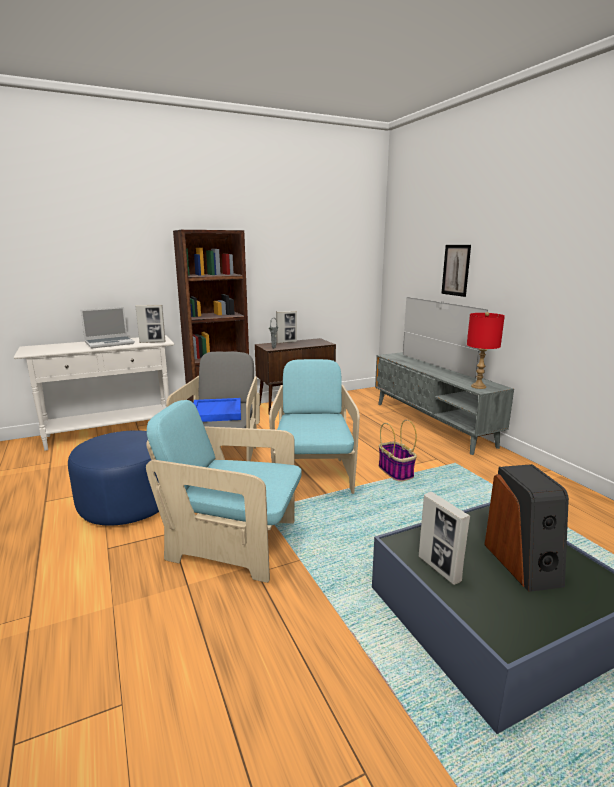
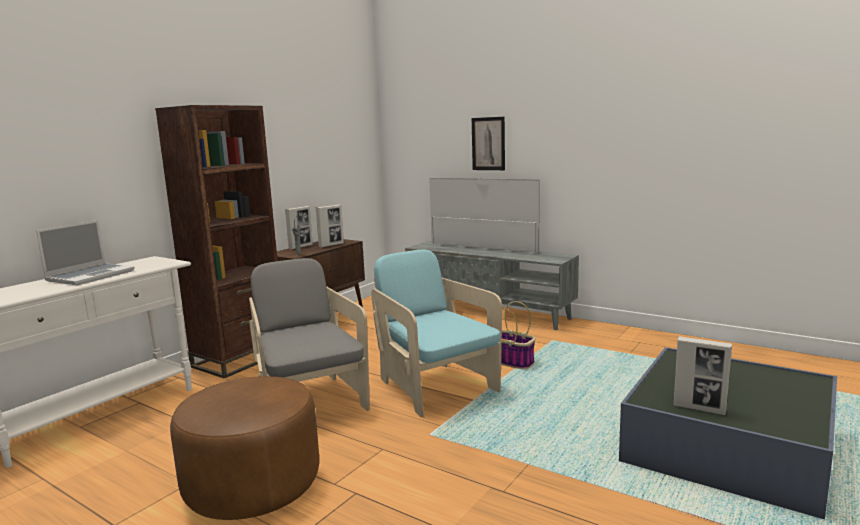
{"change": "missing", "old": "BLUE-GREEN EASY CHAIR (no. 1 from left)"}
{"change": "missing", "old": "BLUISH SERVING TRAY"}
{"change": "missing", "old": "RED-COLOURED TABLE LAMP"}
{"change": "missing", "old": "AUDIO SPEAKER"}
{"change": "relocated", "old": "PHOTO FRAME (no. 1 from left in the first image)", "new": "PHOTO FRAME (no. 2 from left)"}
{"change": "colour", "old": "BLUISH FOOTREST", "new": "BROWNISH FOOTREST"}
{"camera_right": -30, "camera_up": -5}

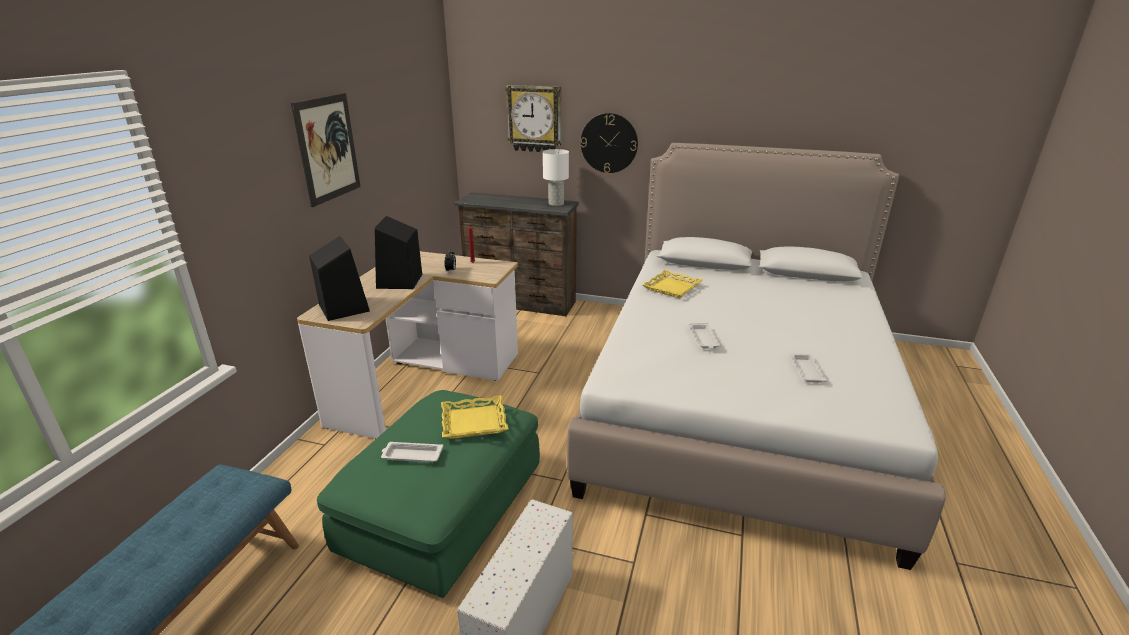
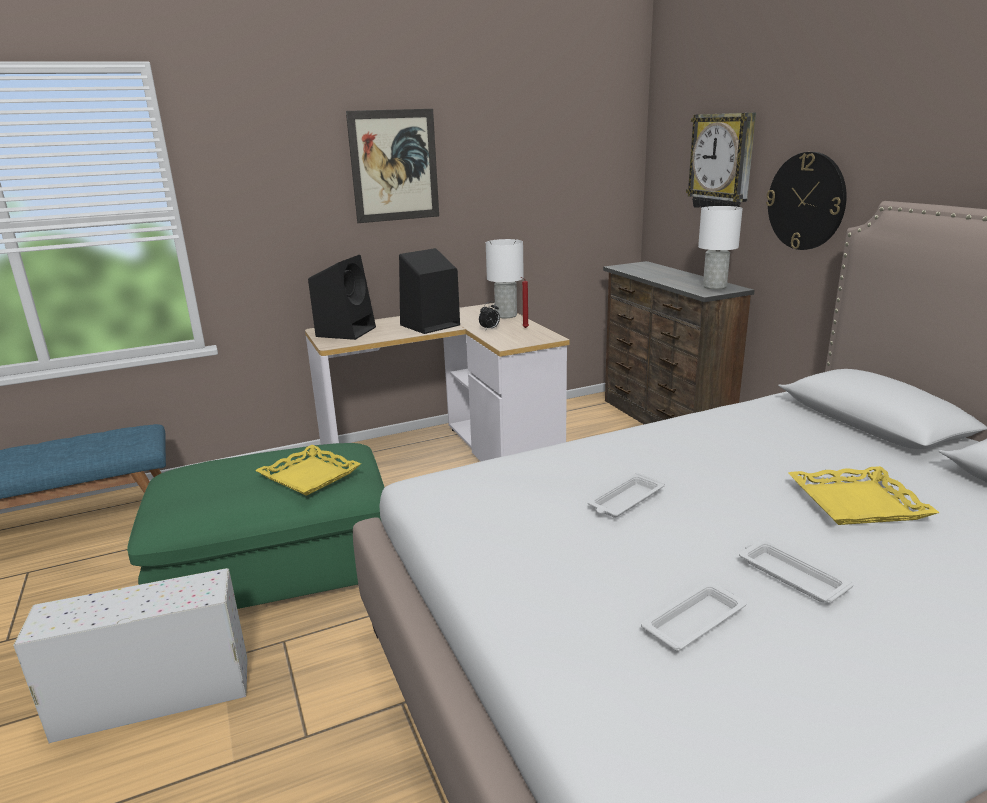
{"change": "appeared", "new": "WHITE TABLE LAMP (no. 1 from left)"}
{"change": "relocated", "old": "WHITE SERVING TRAY (no. 1 from left in the first image)", "new": "WHITE SERVING TRAY (no. 3 from left)"}
{"change": "relocated", "old": "YELLOW-COLOURED SERVING TRAY (no. 2 from left)"}
{"camera_right": 50, "camera_up": -5}

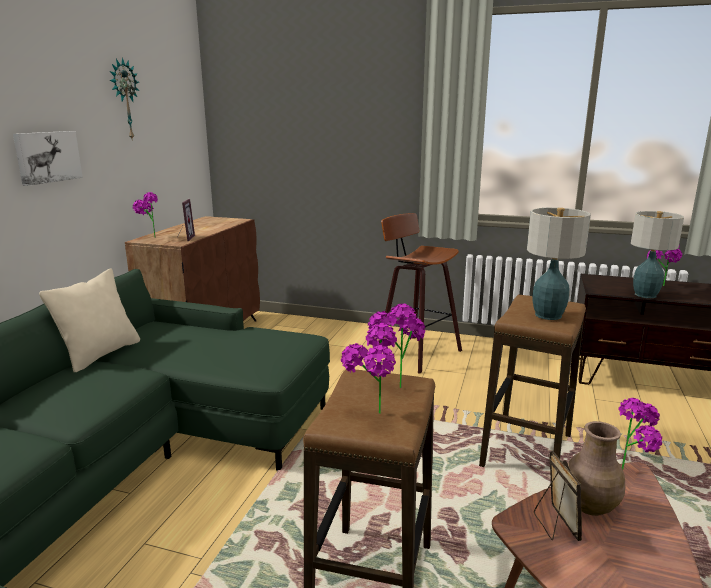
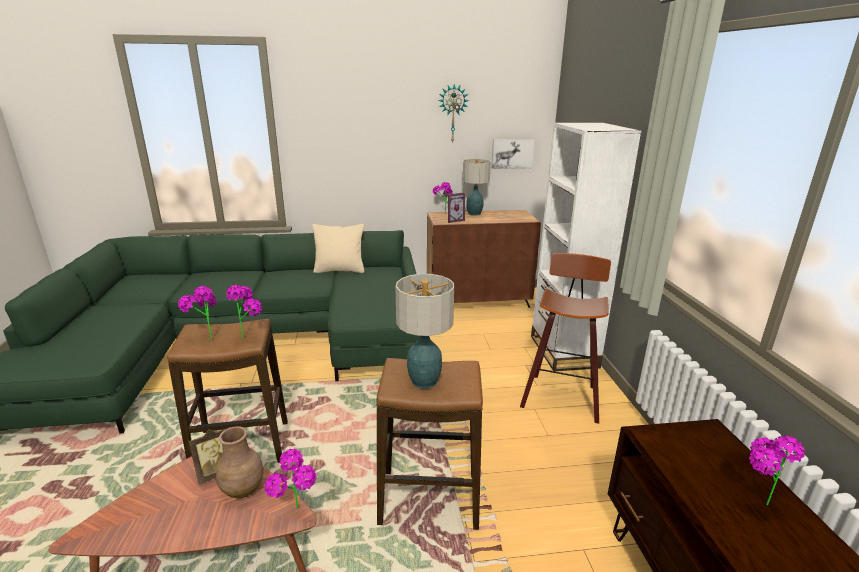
{"change": "appeared", "new": "WHITE BOOKCASE"}
{"change": "relocated", "old": "WALL ART"}
{"change": "relocated", "old": "TABLE LAMP (no. 2 from left)"}
{"camera_right": 65, "camera_up": 5}

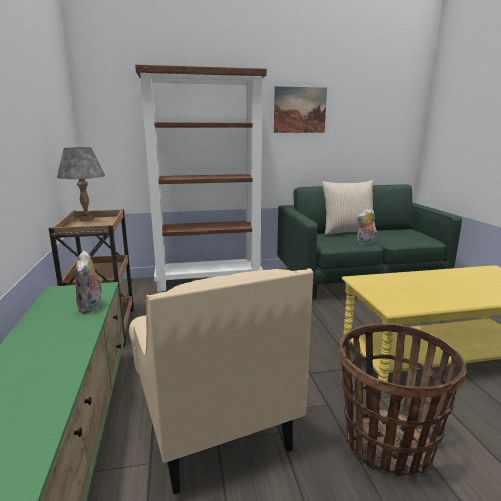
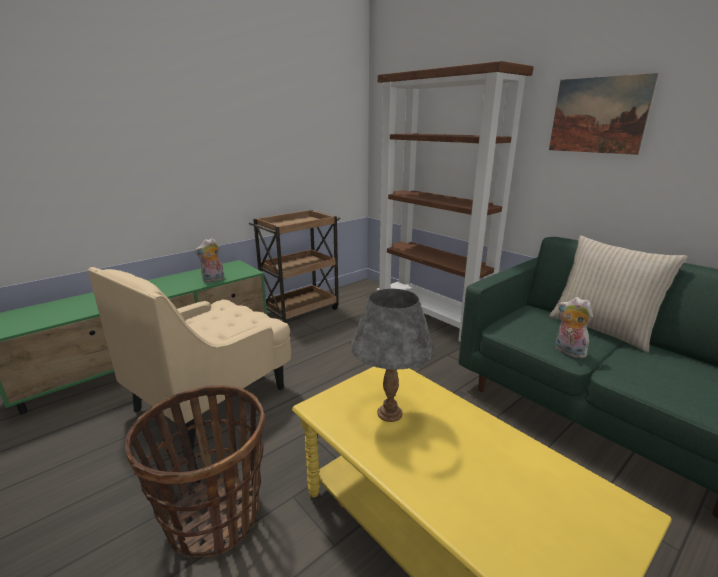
{"change": "relocated", "old": "GREYISH TABLE LAMP"}
{"camera_right": 60, "camera_up": 5}

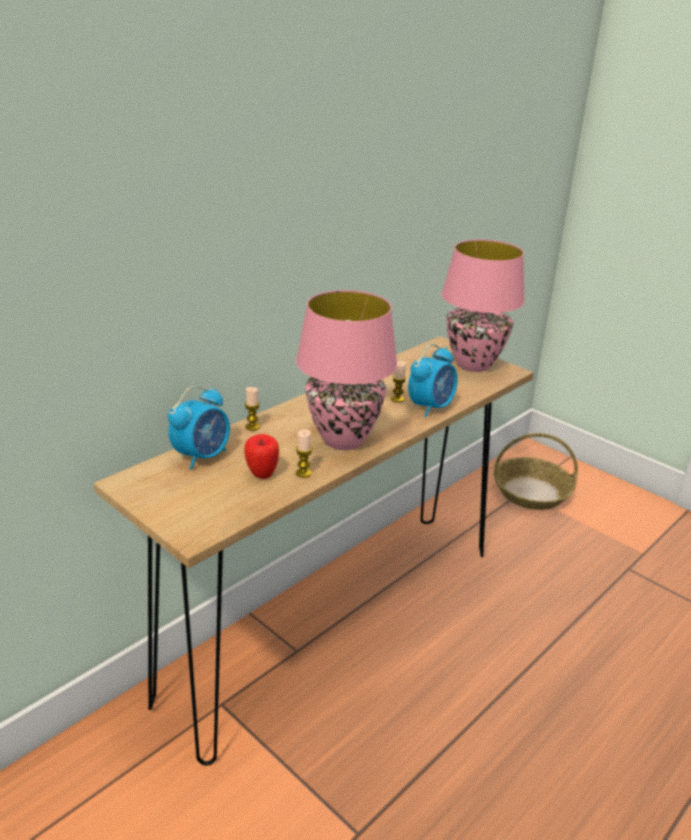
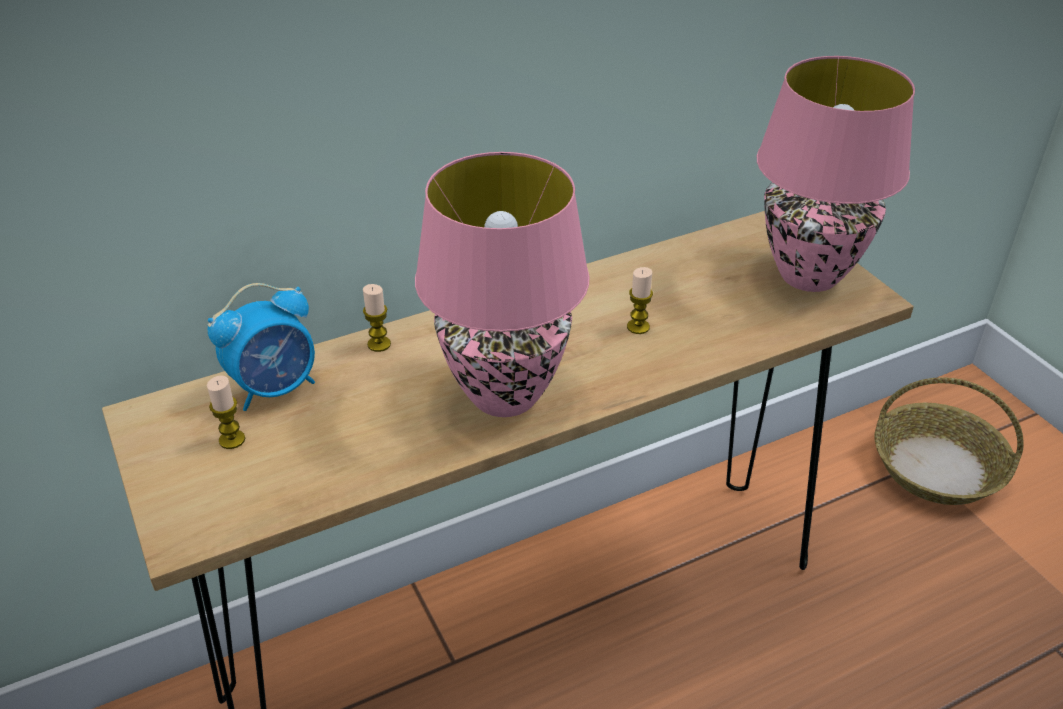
{"change": "missing", "old": "WHOLE APPLE"}
{"change": "missing", "old": "BEDSIDE CLOCK (no. 2 from left)"}
{"change": "relocated", "old": "WAX CANDLE (no. 2 from left in the first image)", "new": "WAX CANDLE (no. 1 from left)"}
{"camera_right": 20, "camera_up": 10}

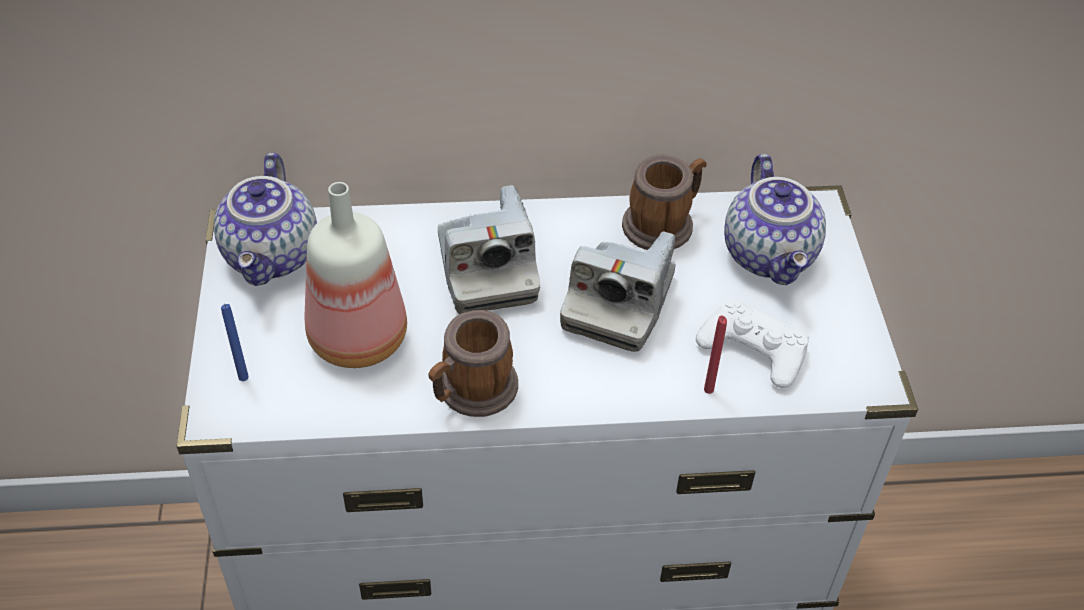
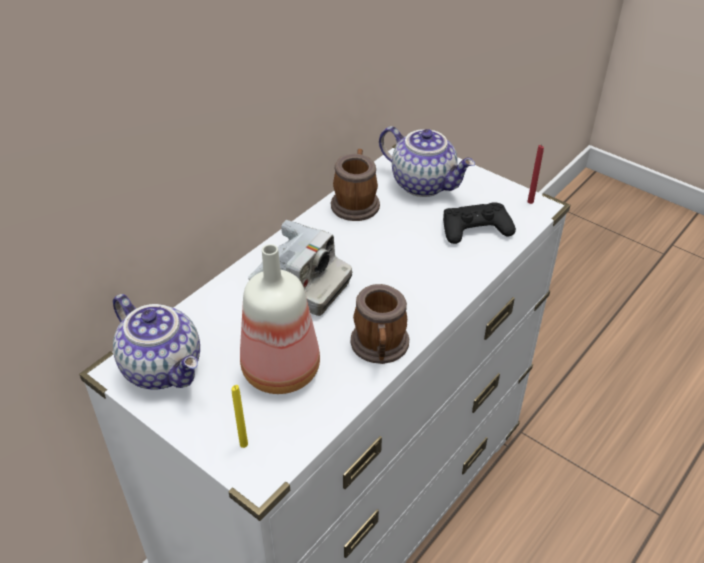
{"change": "missing", "old": "PHOTO CAMERA (no. 2 from left)"}
{"change": "relocated", "old": "RED-COLOURED WAX CANDLE"}
{"change": "colour", "old": "BLUISH WAX CANDLE", "new": "YELLOW-COLOURED WAX CANDLE"}
{"change": "colour", "old": "WHITE GAMEPAD", "new": "BLACKISH GAMEPAD"}
{"camera_right": -45, "camera_up": -5}

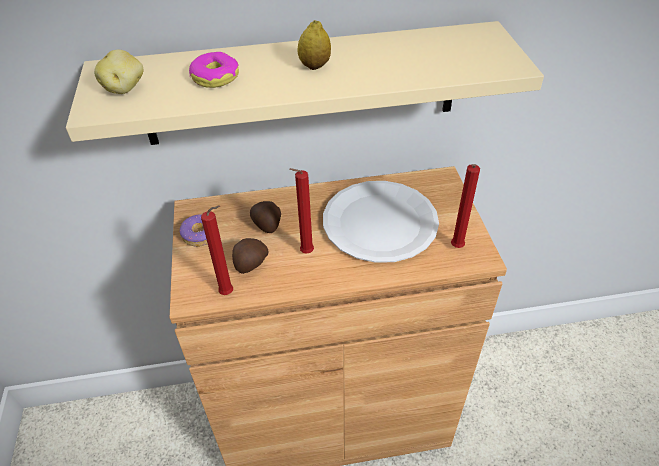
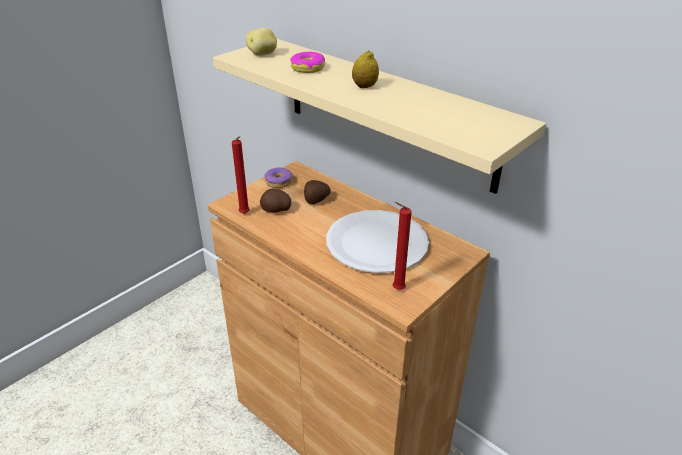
{"change": "missing", "old": "RED-COLOURED WAX CANDLE (no. 2 from left)"}
{"camera_right": 50, "camera_up": -10}

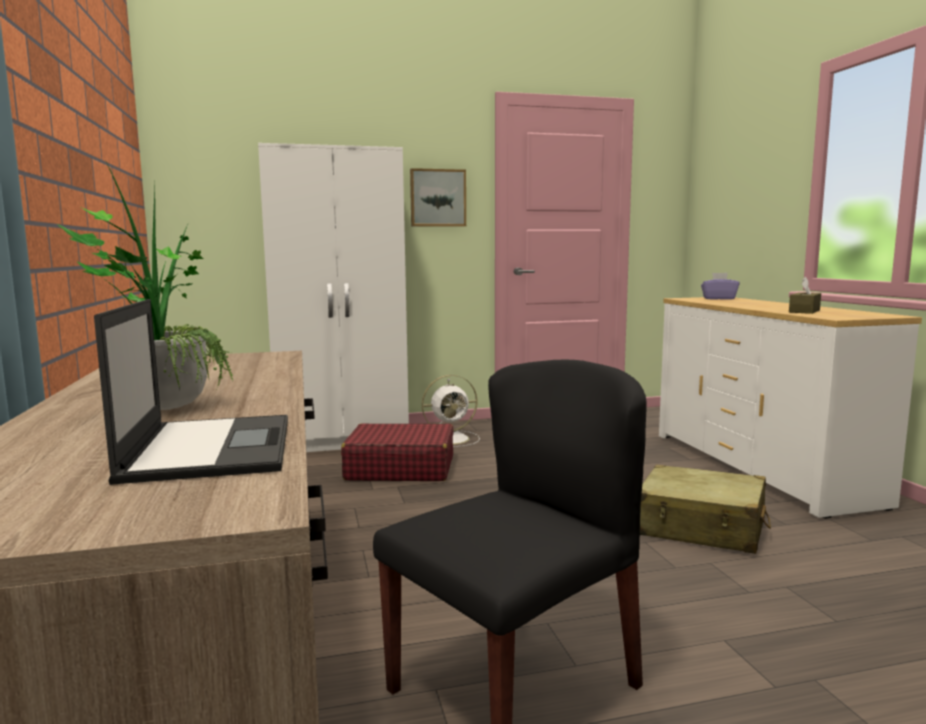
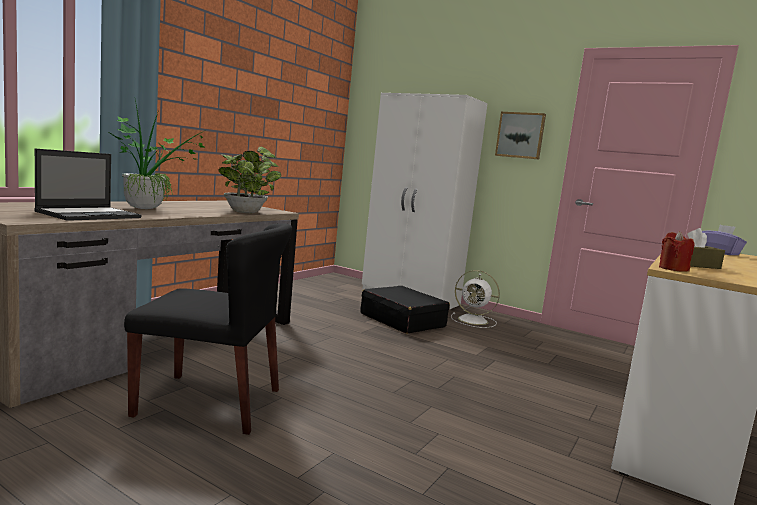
{"change": "missing", "old": "BEIGE-COLOURED PIECE OF LUGGAGE"}
{"change": "appeared", "new": "POTTED PLANT (no. 2 from left)"}
{"change": "appeared", "new": "RED-COLOURED WAX CANDLE"}
{"change": "colour", "old": "RED-COLOURED PIECE OF LUGGAGE", "new": "BLACKISH PIECE OF LUGGAGE"}
{"camera_right": 45, "camera_up": 0}

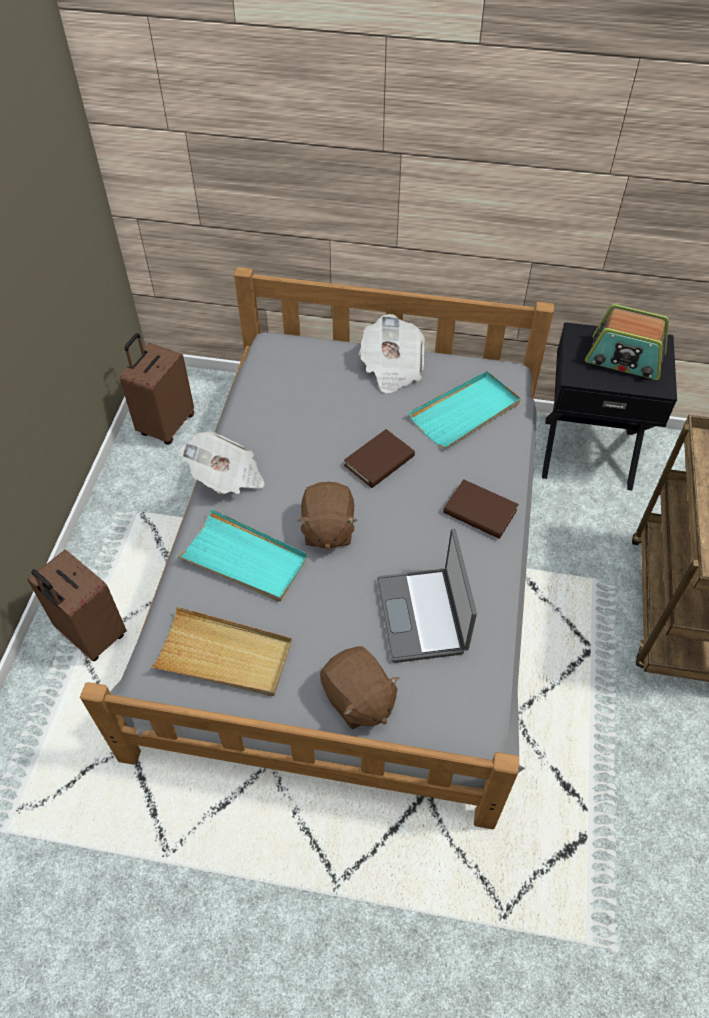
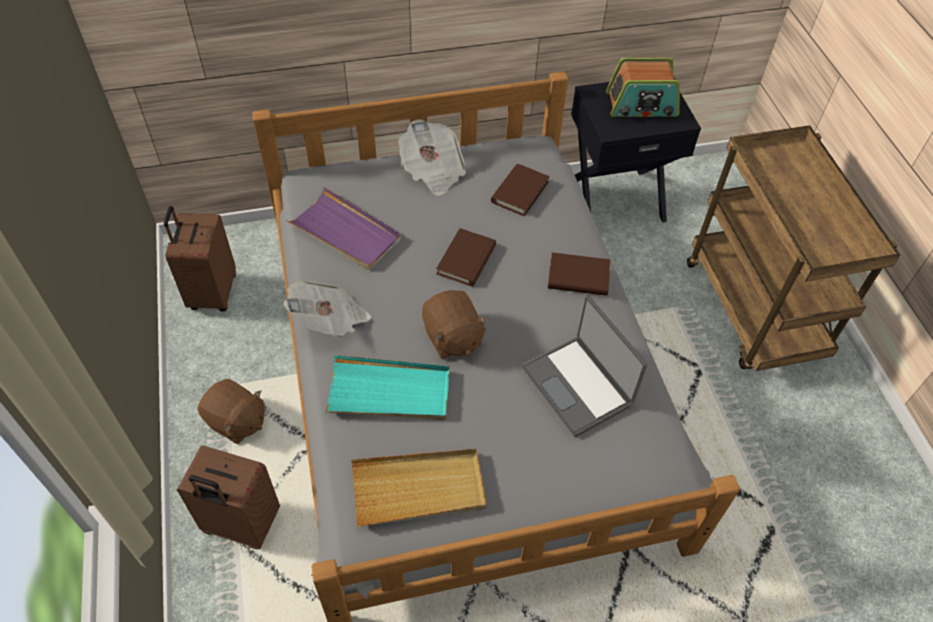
{"change": "appeared", "new": "PURPLISH SERVING TRAY"}
{"change": "relocated", "old": "BROWNISH CUDDLY TOY (no. 2 from left in the first image)", "new": "BROWNISH CUDDLY TOY (no. 1 from left)"}
{"change": "exchanged", "old": "BLUE-GREEN SERVING TRAY (no. 2 from left)", "new": "BROWNISH BOUND BOOK (no. 2 from left)"}
{"camera_right": -25, "camera_up": 0}

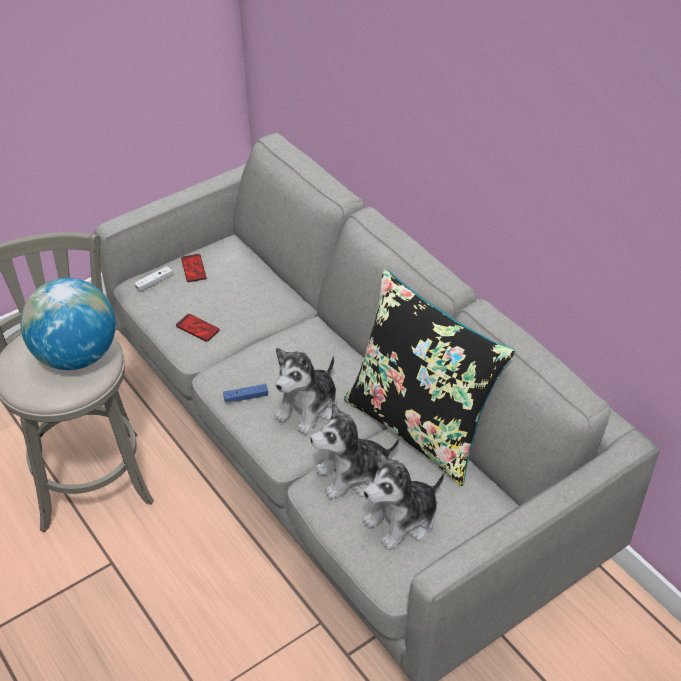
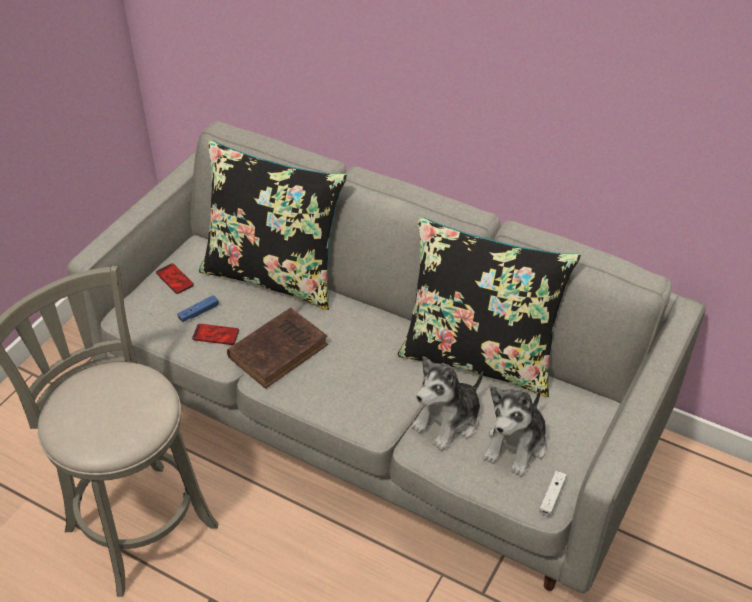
{"change": "missing", "old": "DESK GLOBE"}
{"change": "missing", "old": "CUDDLY TOY (no. 1 from left)"}
{"change": "appeared", "new": "BLACKISH THROW PILLOW (no. 1 from left)"}
{"change": "appeared", "new": "BROWNISH BOUND BOOK"}
{"change": "relocated", "old": "WHITE GAMEPAD"}
{"change": "relocated", "old": "BLUISH GAMEPAD"}
{"camera_right": -25, "camera_up": 0}

